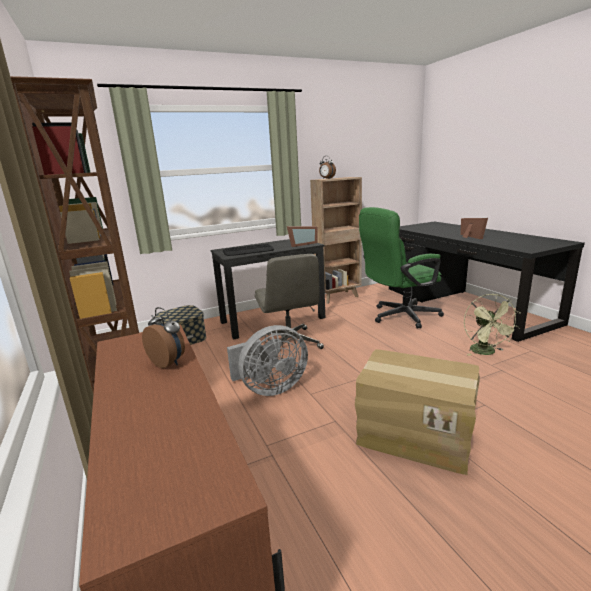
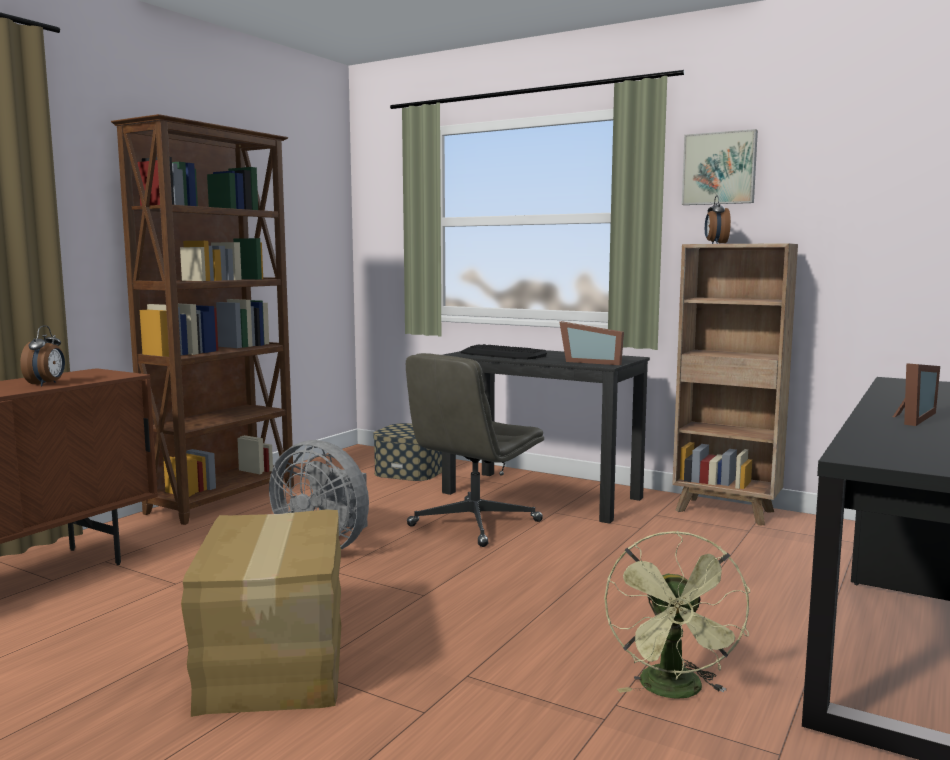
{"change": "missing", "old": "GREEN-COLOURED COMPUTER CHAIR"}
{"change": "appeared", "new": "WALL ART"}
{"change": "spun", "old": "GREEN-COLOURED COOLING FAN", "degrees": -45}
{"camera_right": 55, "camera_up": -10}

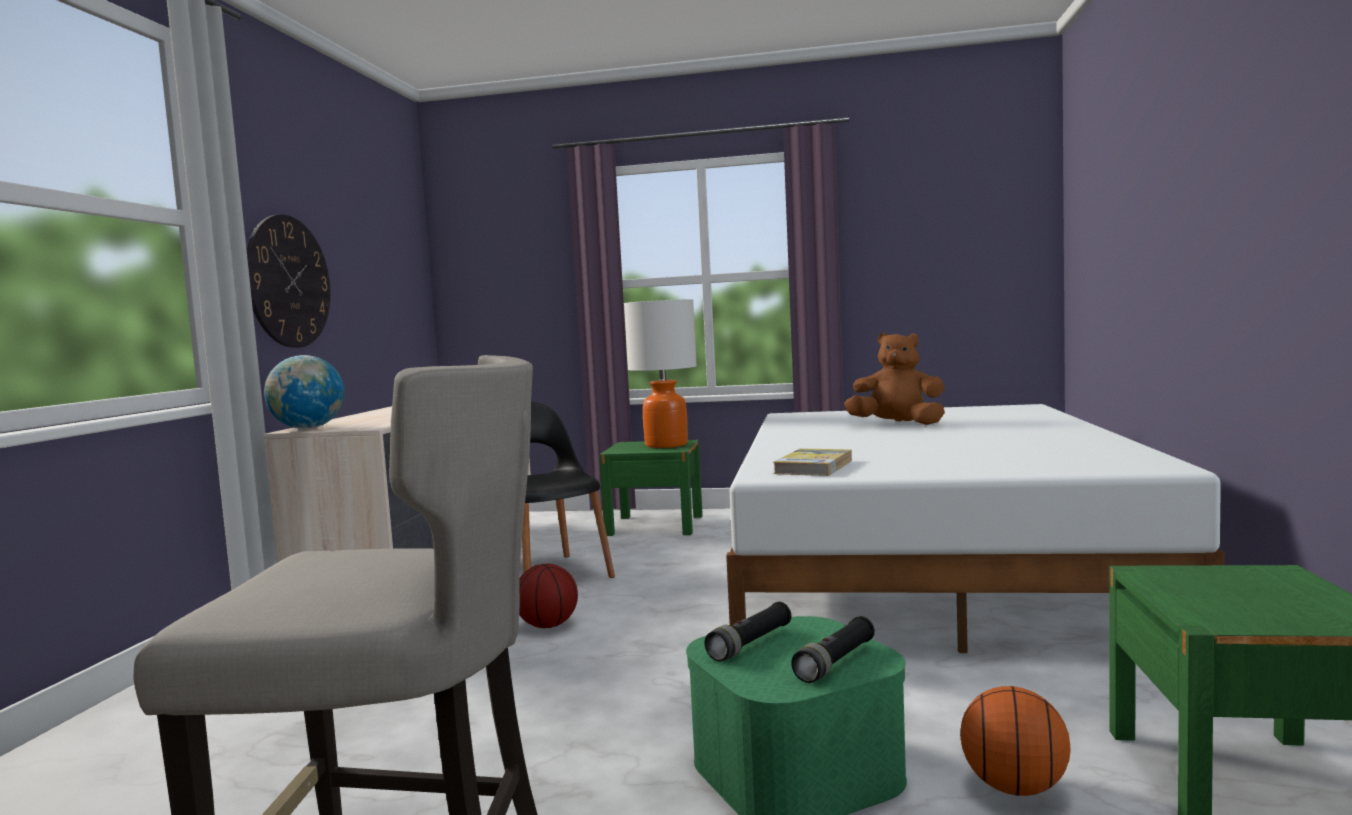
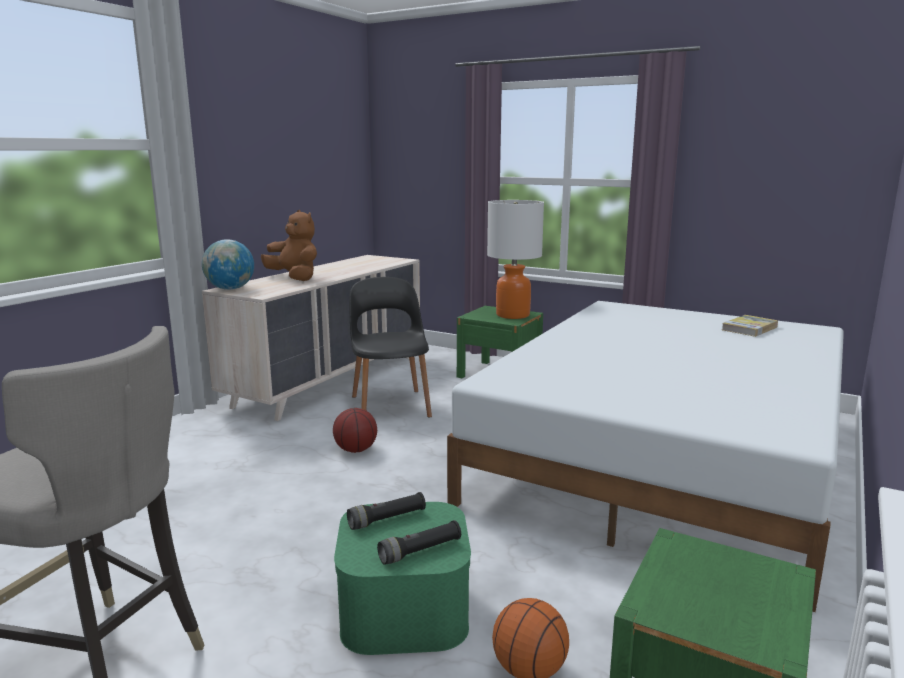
{"change": "missing", "old": "CLOCK ON THE WALL"}
{"change": "relocated", "old": "BOUND BOOK"}
{"change": "relocated", "old": "BROWNISH CUDDLY TOY"}
{"camera_right": 20, "camera_up": 10}

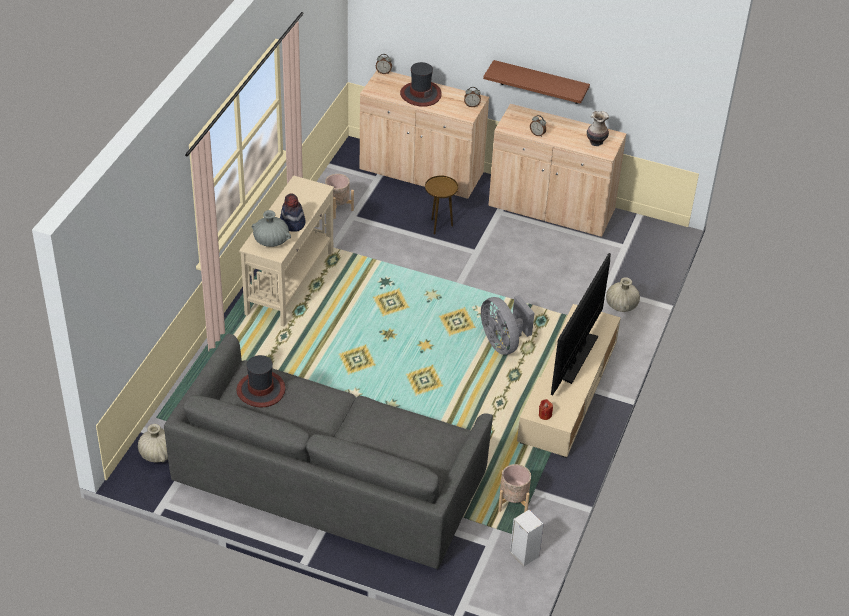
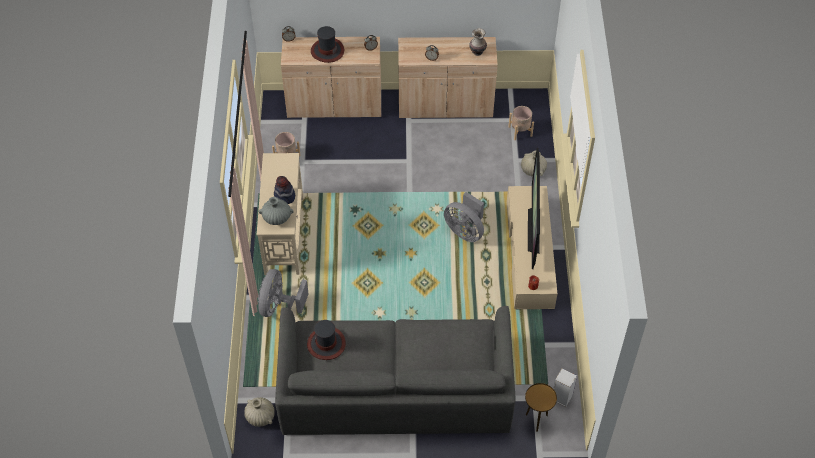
{"change": "missing", "old": "BROWNISH WALL SHELF"}
{"change": "appeared", "new": "GREYISH COOLING FAN (no. 1 from left)"}
{"change": "relocated", "old": "BROWNISH ACCENT TABLE"}
{"change": "relocated", "old": "BEIGE-COLOURED FLOWER POT (no. 2 from left)"}
{"camera_right": -20, "camera_up": 10}

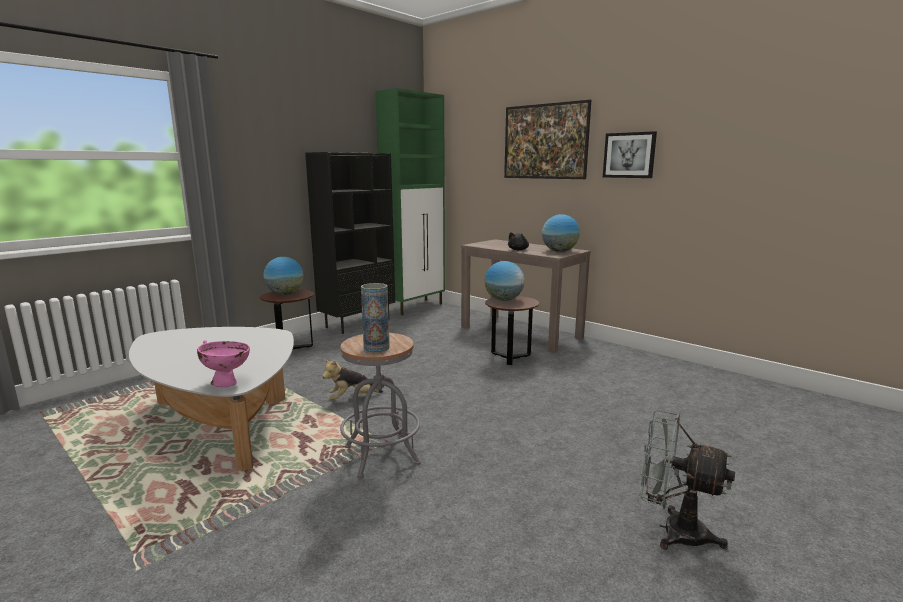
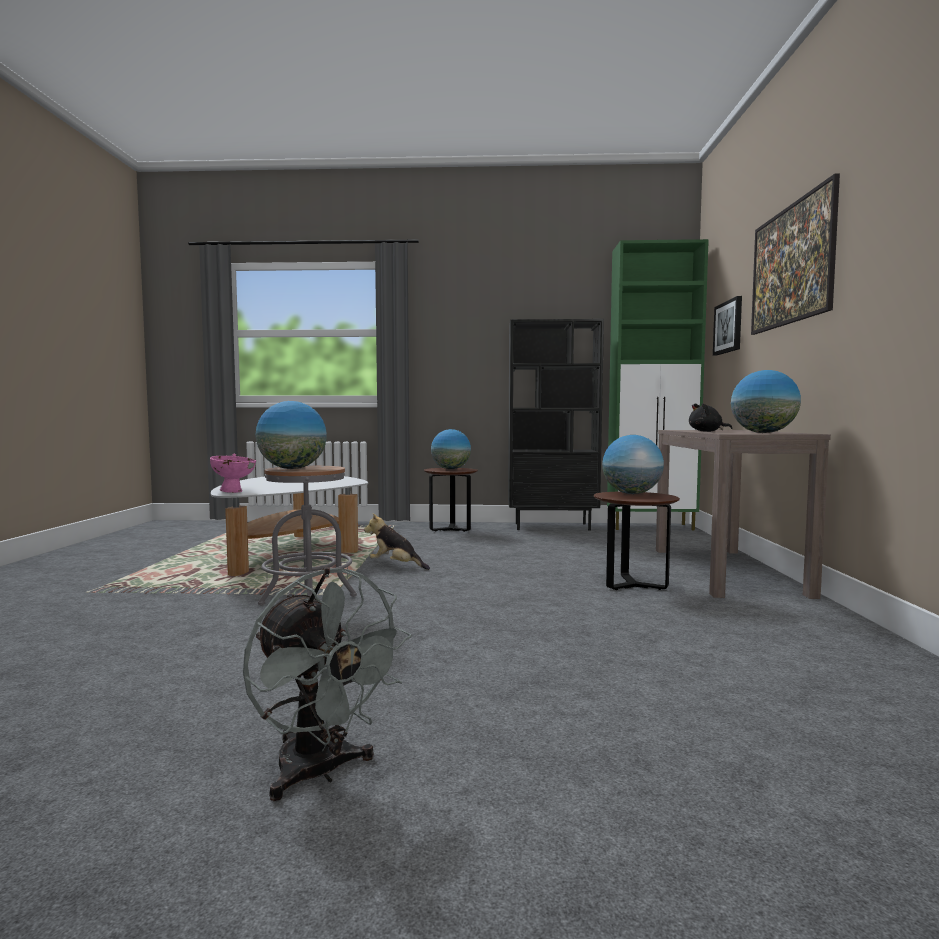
{"change": "relocated", "old": "WALL ART (no. 2 from left in the first image)", "new": "WALL ART (no. 1 from left)"}
{"change": "exchanged", "old": "DECORATIVE VASE", "new": "DESK GLOBE (no. 1 from left)"}
{"change": "spun", "old": "GREYISH COOLING FAN", "degrees": 150}
{"camera_right": 50, "camera_up": -10}

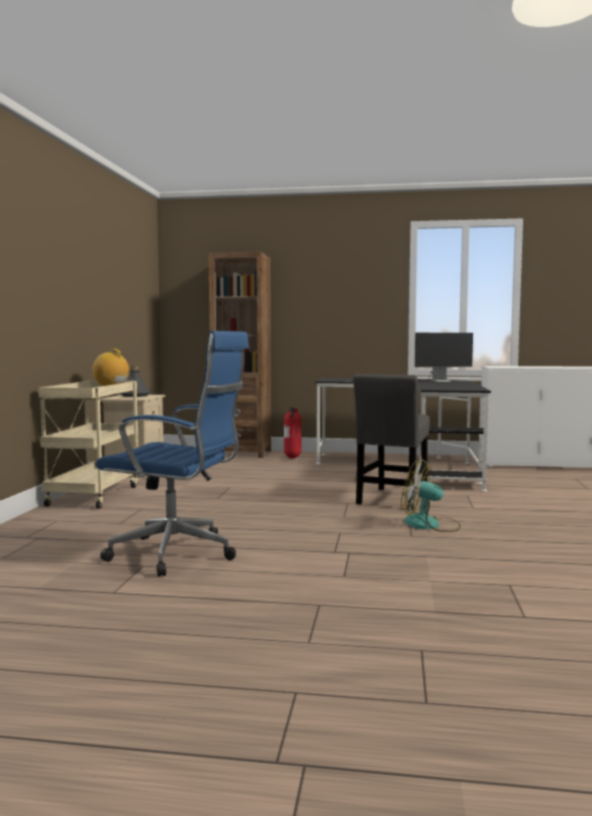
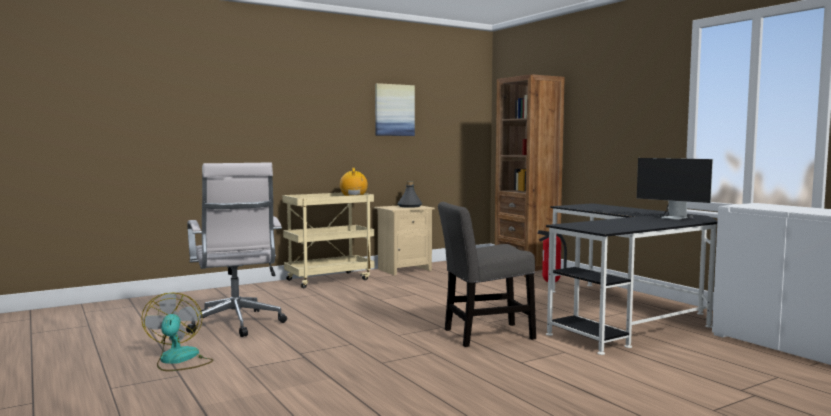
{"change": "appeared", "new": "WALL ART"}
{"change": "relocated", "old": "COOLING FAN"}
{"change": "colour", "old": "BLUISH COMPUTER CHAIR", "new": "WHITE COMPUTER CHAIR"}
{"camera_right": 50, "camera_up": 0}

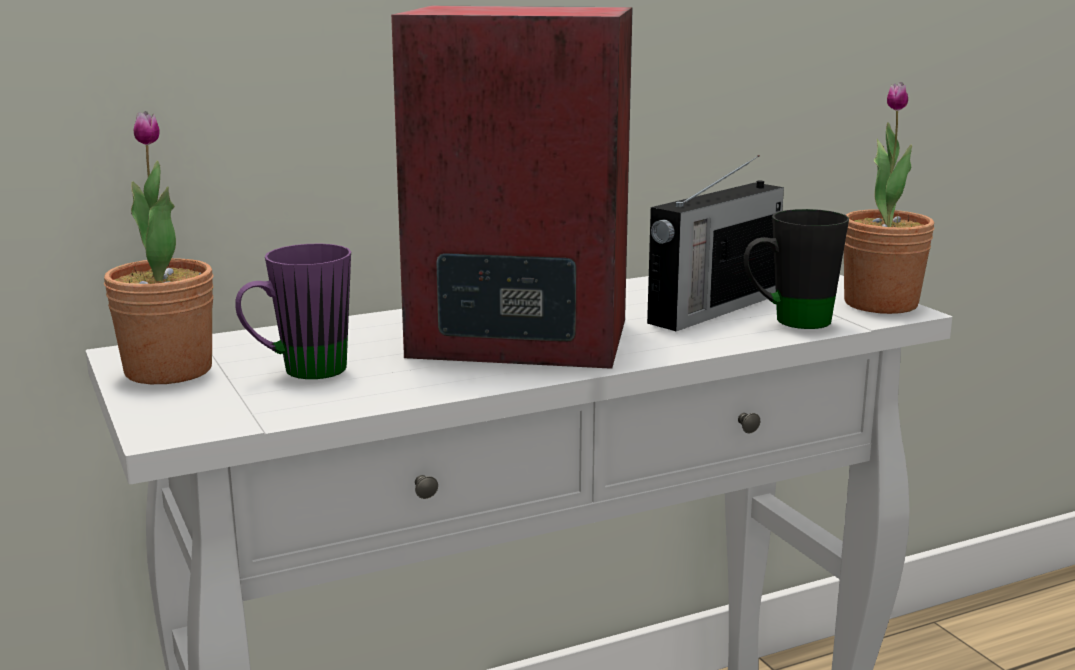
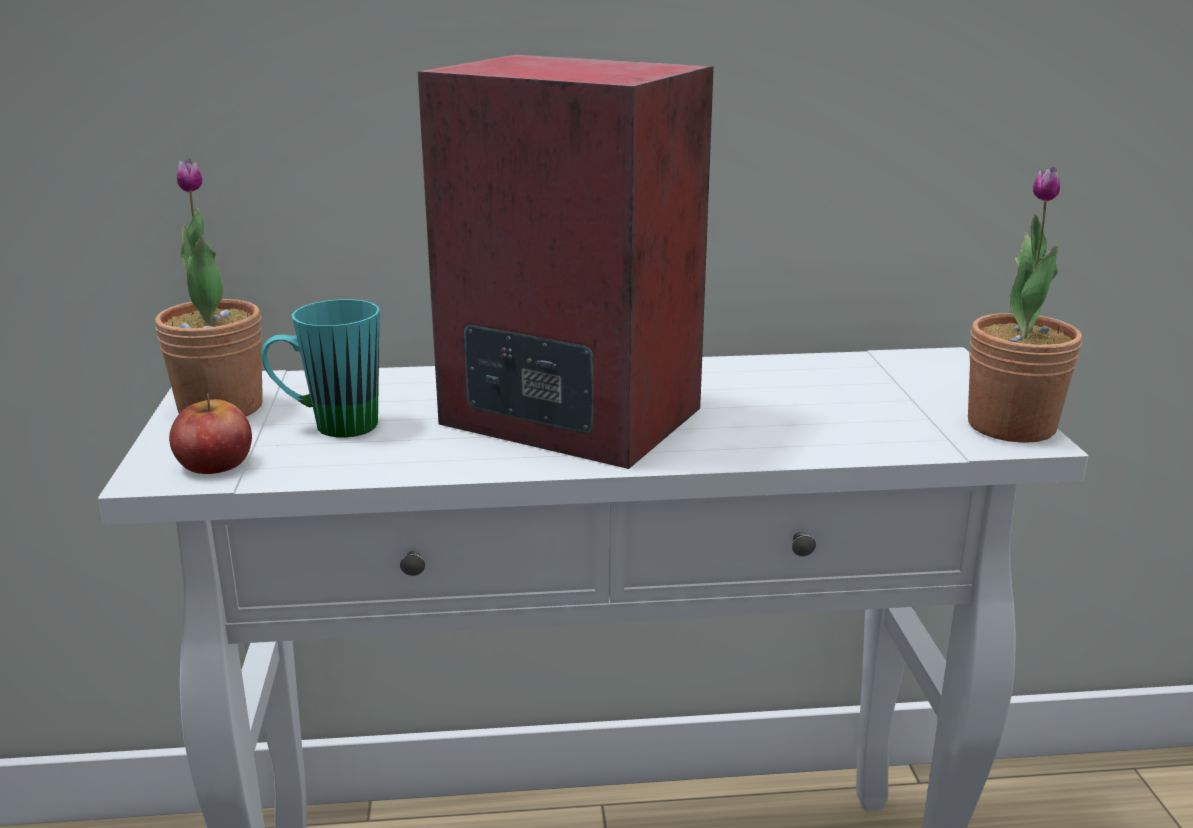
{"change": "missing", "old": "RADIO RECEIVER"}
{"change": "missing", "old": "BLACKISH MUG"}
{"change": "appeared", "new": "WHOLE APPLE"}
{"change": "colour", "old": "PURPLISH MUG", "new": "BLUE-GREEN MUG"}
{"camera_right": 20, "camera_up": 5}

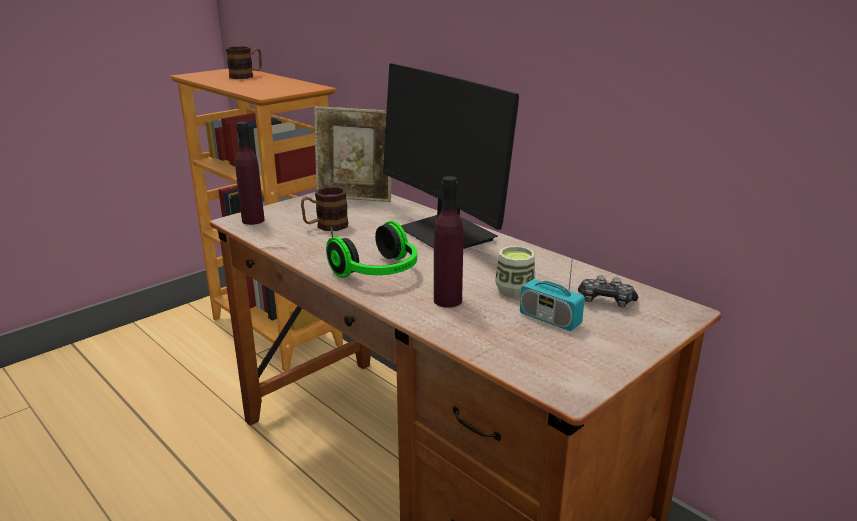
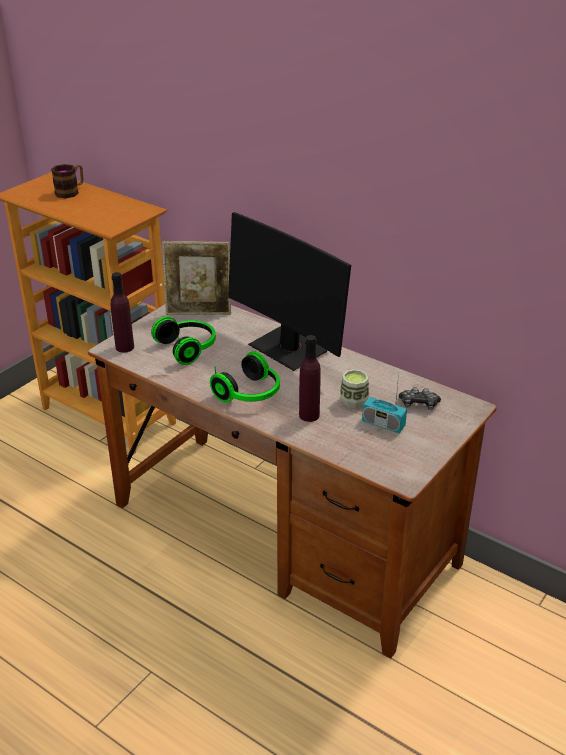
{"change": "exchanged", "old": "MUG (no. 2 from left)", "new": "PAIR OF HEADPHONES (no. 1 from left)"}
{"camera_right": -10, "camera_up": 10}

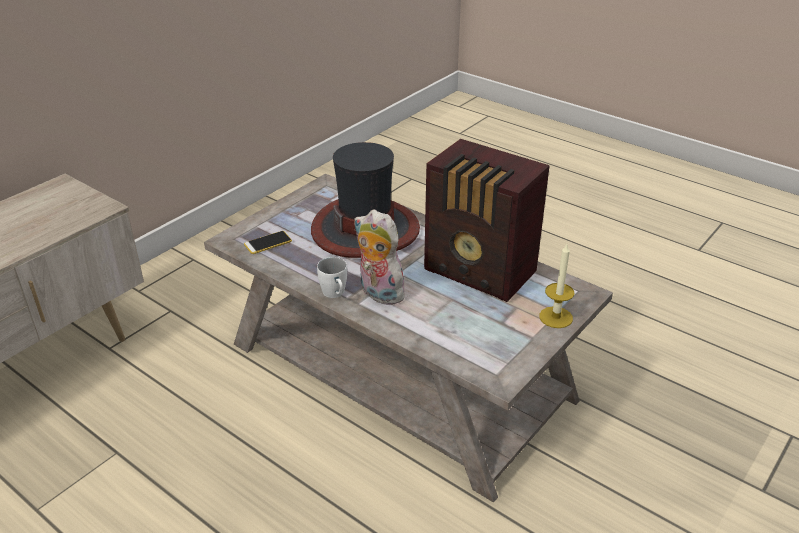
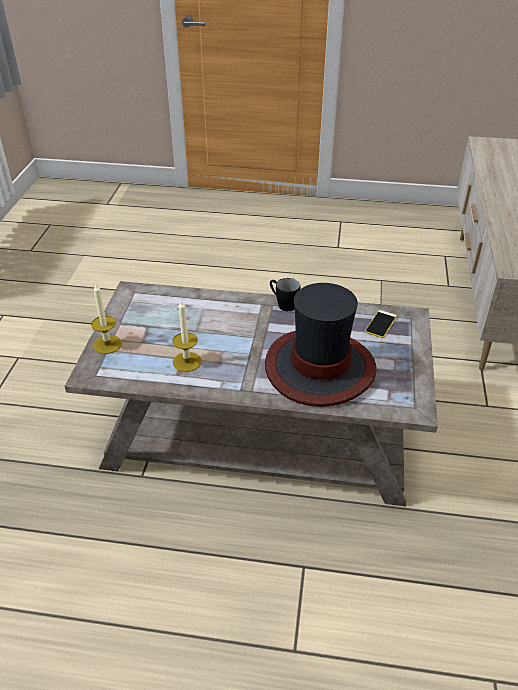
{"change": "missing", "old": "CUDDLY TOY"}
{"change": "exchanged", "old": "RADIO RECEIVER", "new": "WAX CANDLE (no. 2 from left)"}
{"change": "colour", "old": "WHITE MUG", "new": "BLACKISH MUG"}
{"camera_right": 150, "camera_up": 5}

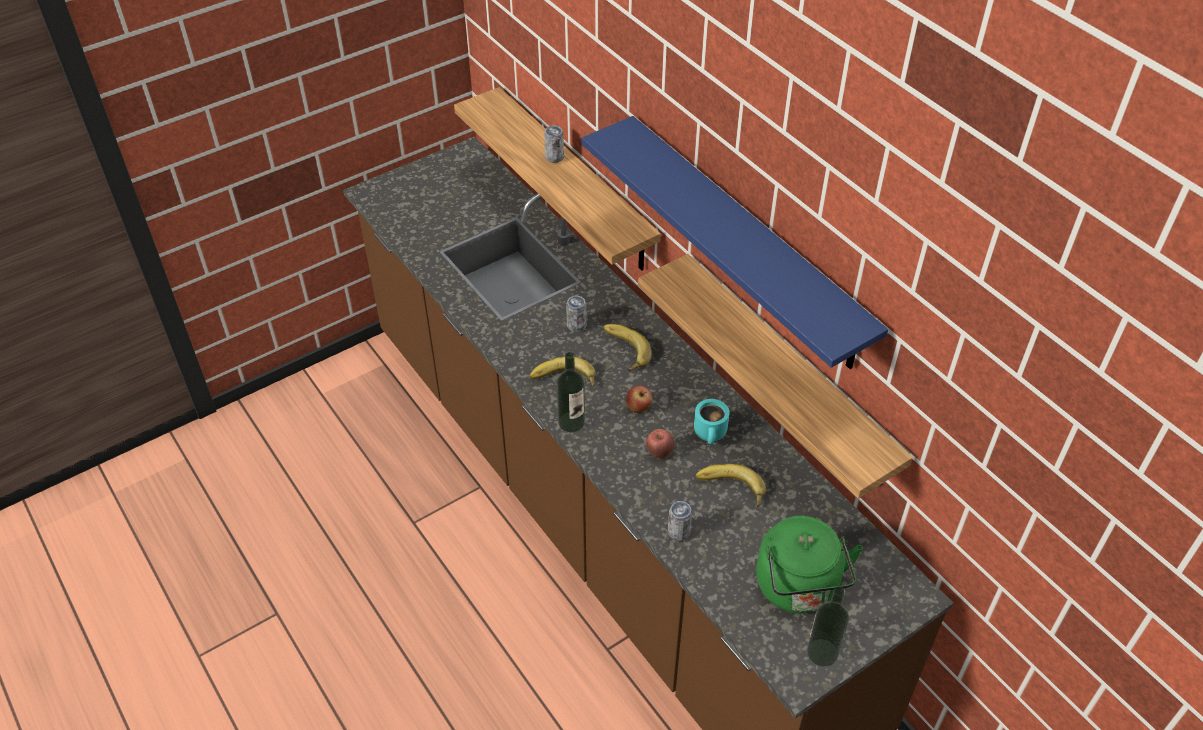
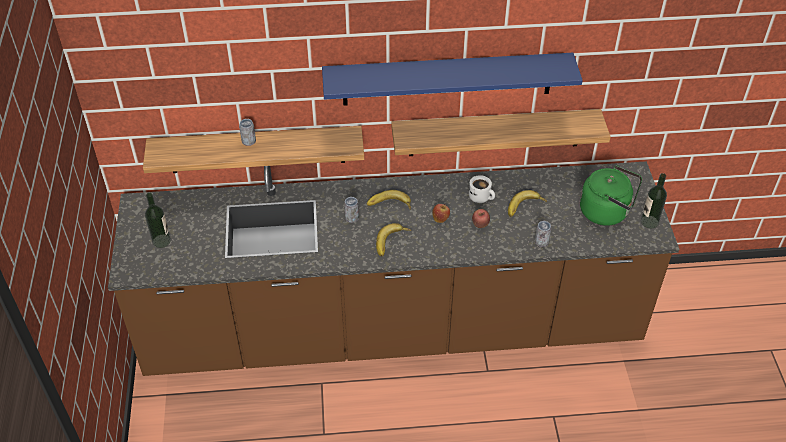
{"change": "relocated", "old": "DRINK BOTTLE (no. 1 from left)"}
{"change": "colour", "old": "BLUE-GREEN MUG", "new": "WHITE MUG"}
{"camera_right": -60, "camera_up": 0}

